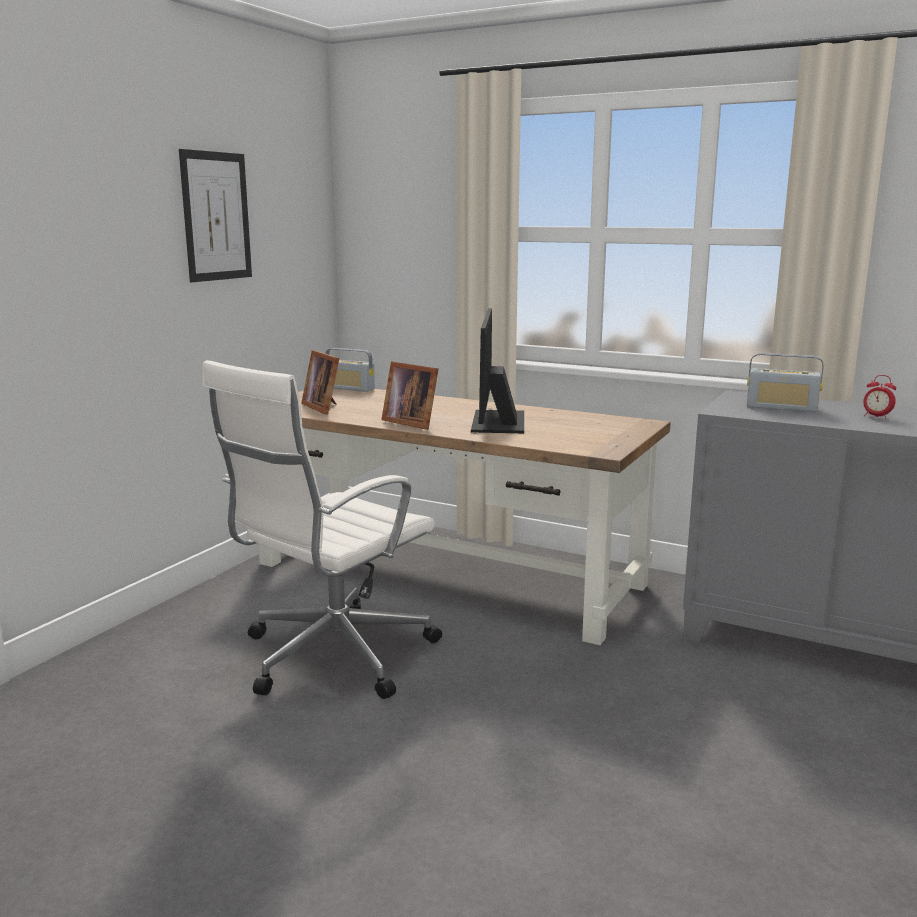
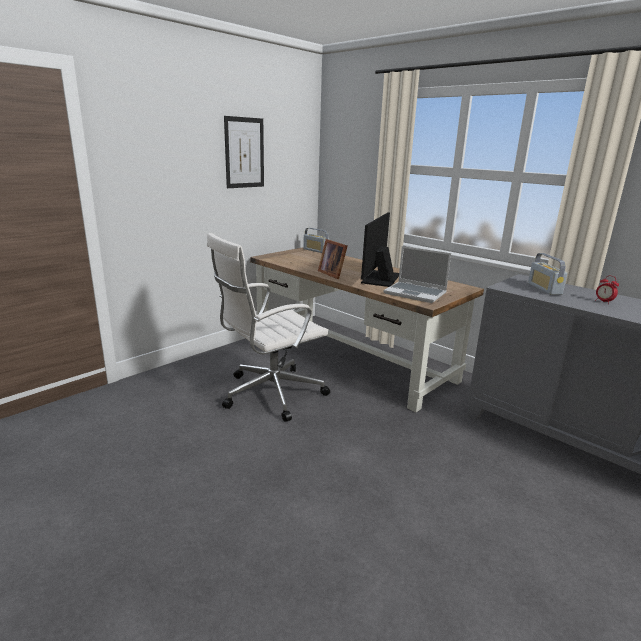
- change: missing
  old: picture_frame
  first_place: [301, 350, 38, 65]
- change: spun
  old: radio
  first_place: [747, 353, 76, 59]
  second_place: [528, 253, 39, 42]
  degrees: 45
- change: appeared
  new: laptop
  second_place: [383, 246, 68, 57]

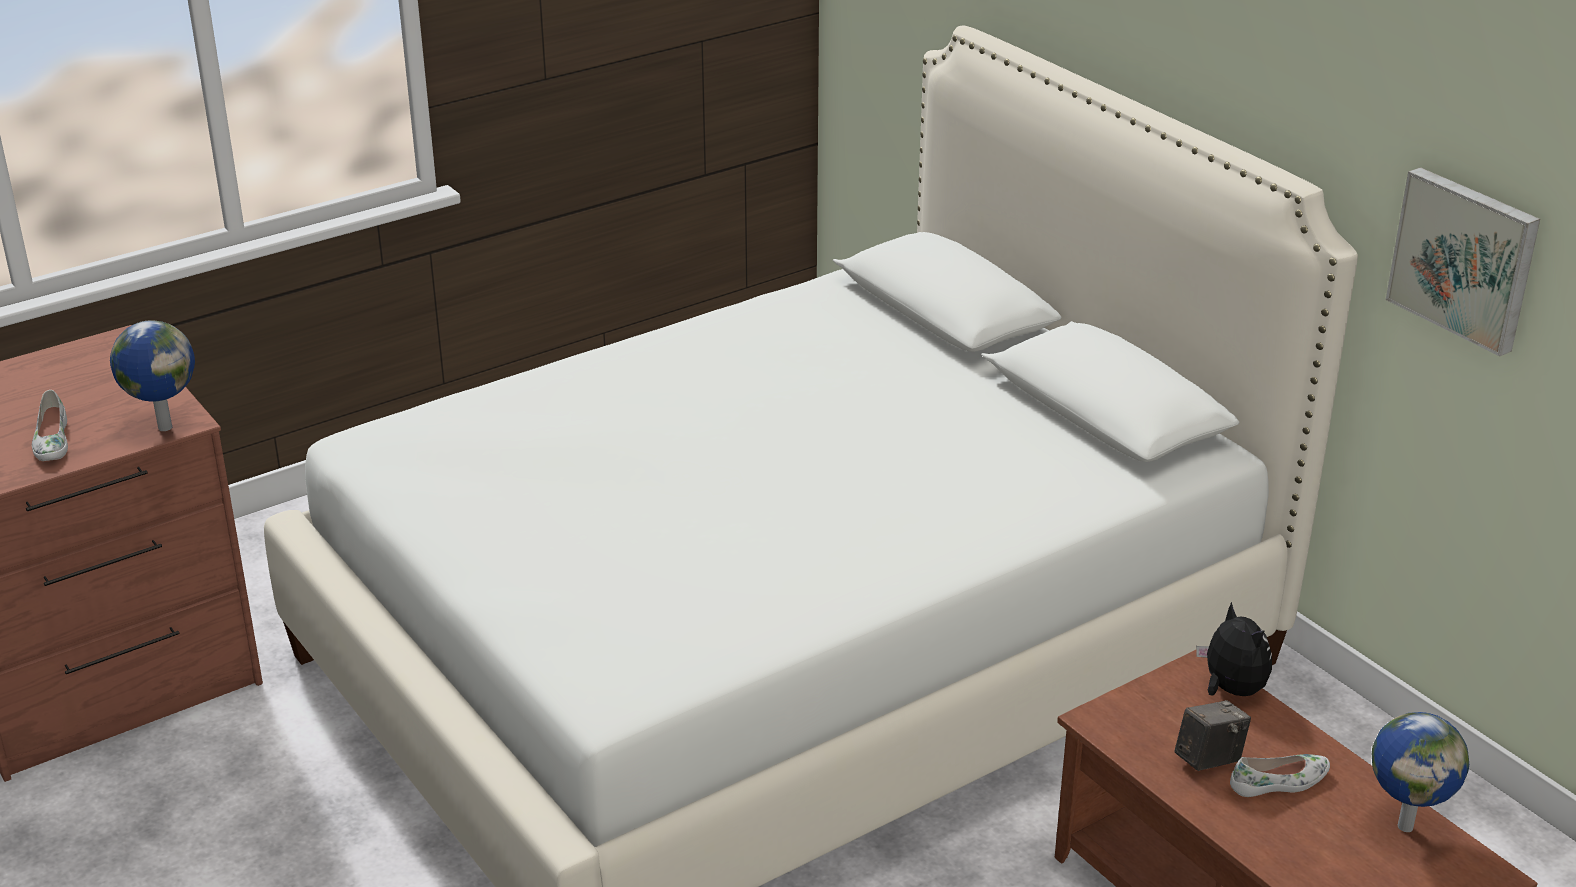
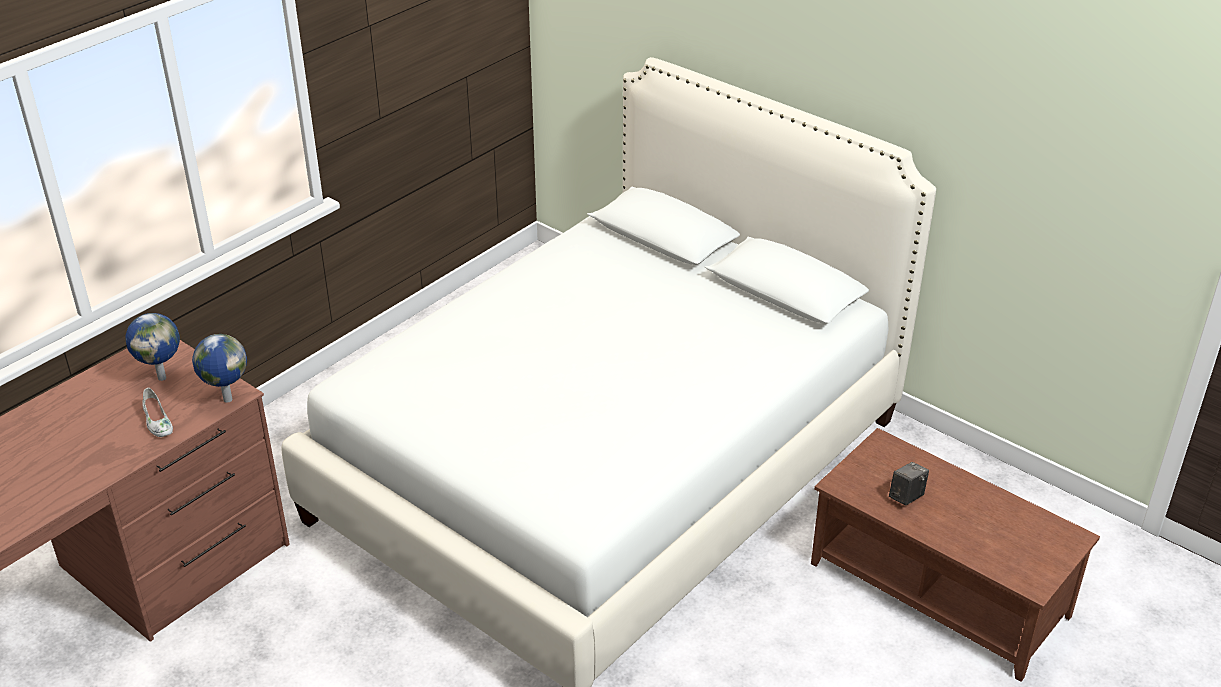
- change: missing
  old: plush_toy
  first_place: [1196, 602, 76, 94]
- change: missing
  old: white_shoe
  first_place: [1230, 754, 100, 43]
- change: relocated
  old: globe
  first_place: [1372, 712, 97, 120]
  second_place: [125, 313, 55, 68]
- change: missing
  old: picture
  first_place: [1386, 167, 154, 189]

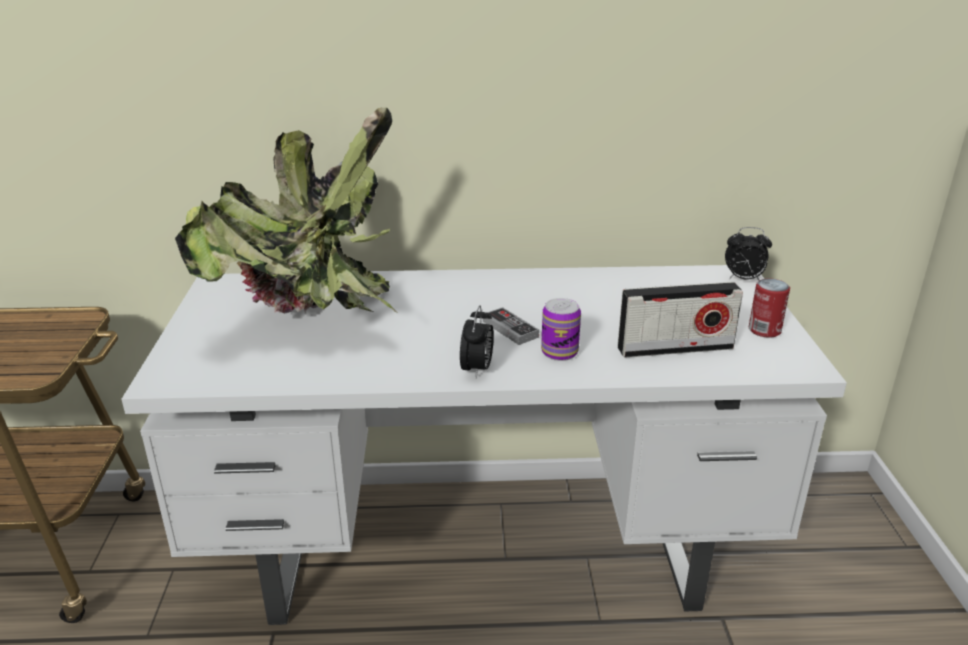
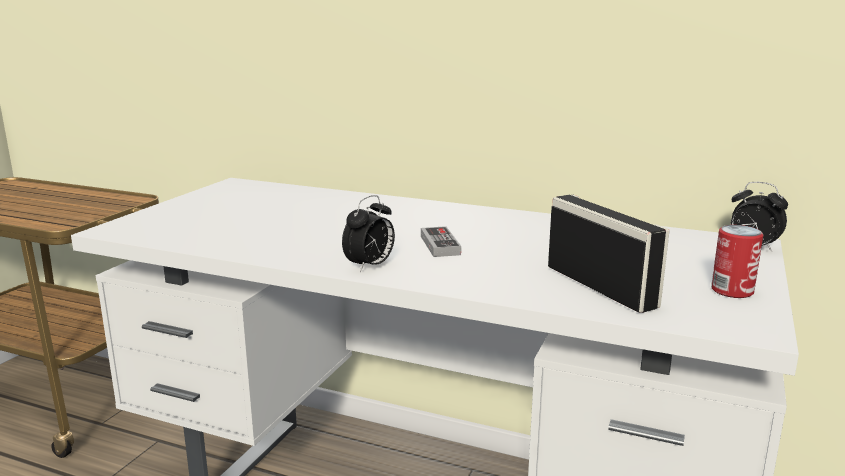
- change: missing
  old: potted_plant
  first_place: [175, 108, 224, 206]
- change: missing
  old: can
  first_place: [541, 298, 40, 63]
- change: spun
  old: radio
  first_place: [618, 282, 125, 76]
  second_place: [548, 195, 122, 118]
  degrees: -135

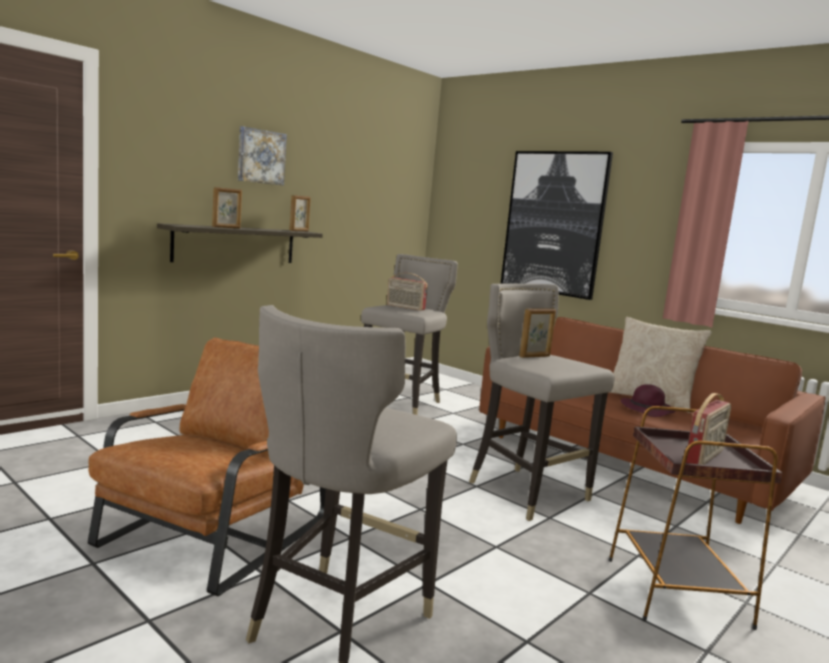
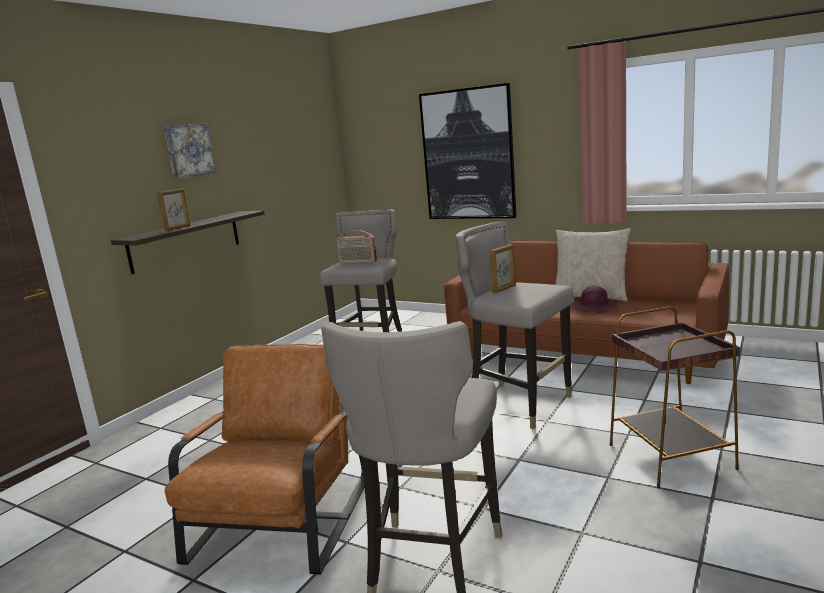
- change: missing
  old: picture_frame
  first_place: [289, 195, 22, 36]
- change: missing
  old: radio
  first_place: [686, 393, 45, 72]

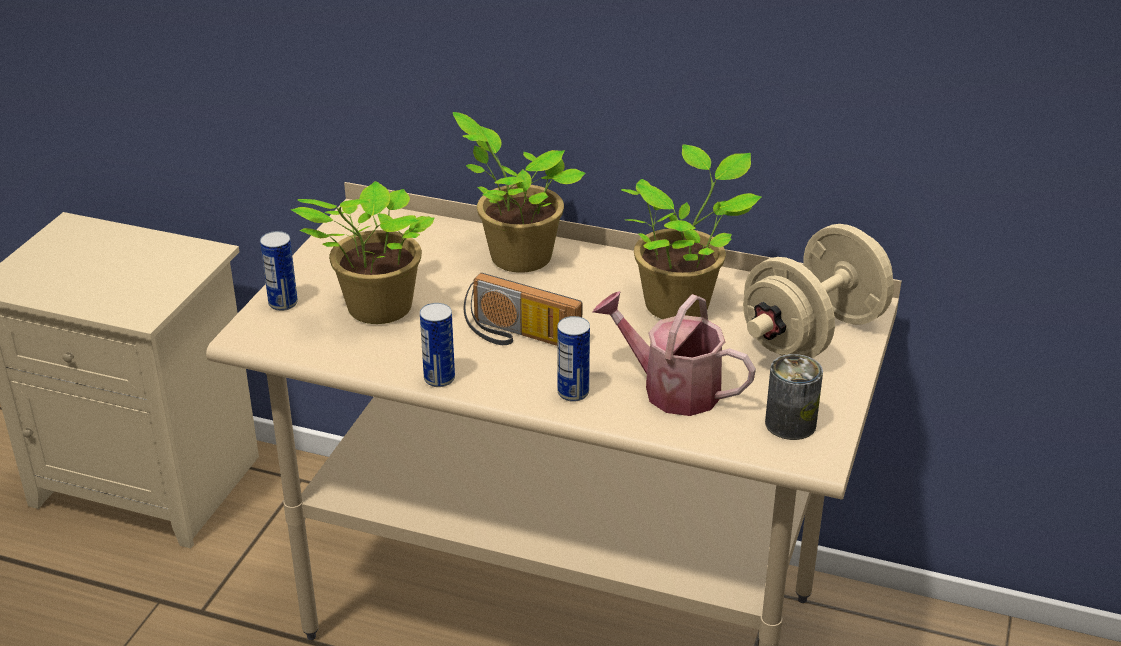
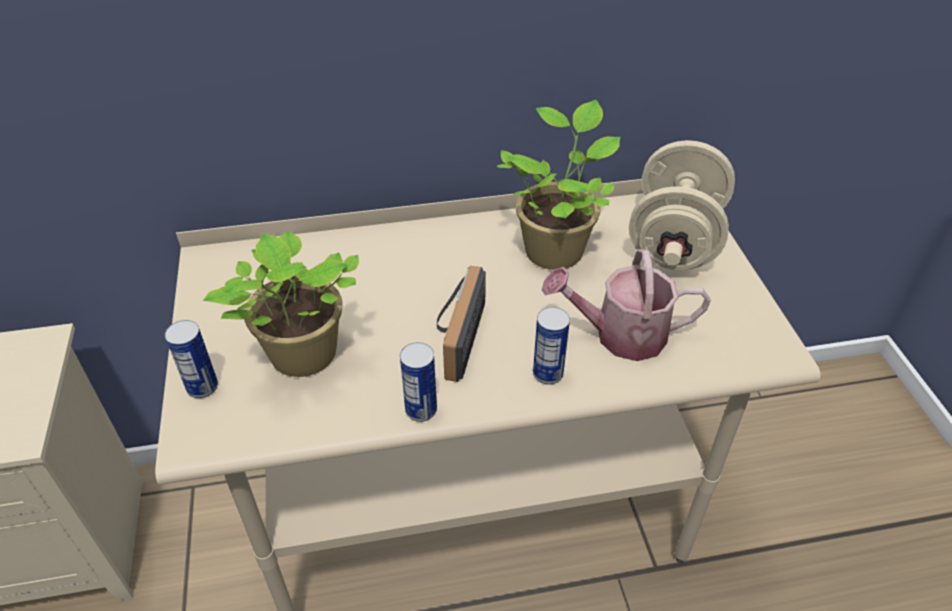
- change: missing
  old: potted_plant
  first_place: [453, 112, 132, 161]
- change: spun
  old: radio
  first_place: [464, 273, 118, 73]
  second_place: [437, 266, 49, 116]
  degrees: 105
- change: missing
  old: can
  first_place: [765, 354, 58, 86]

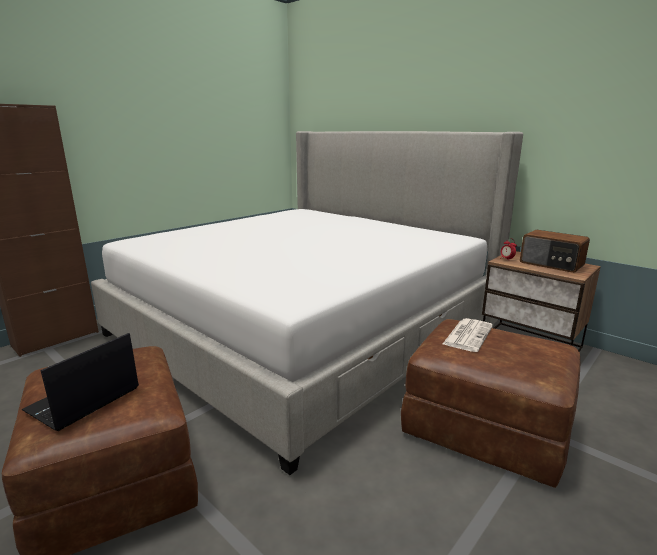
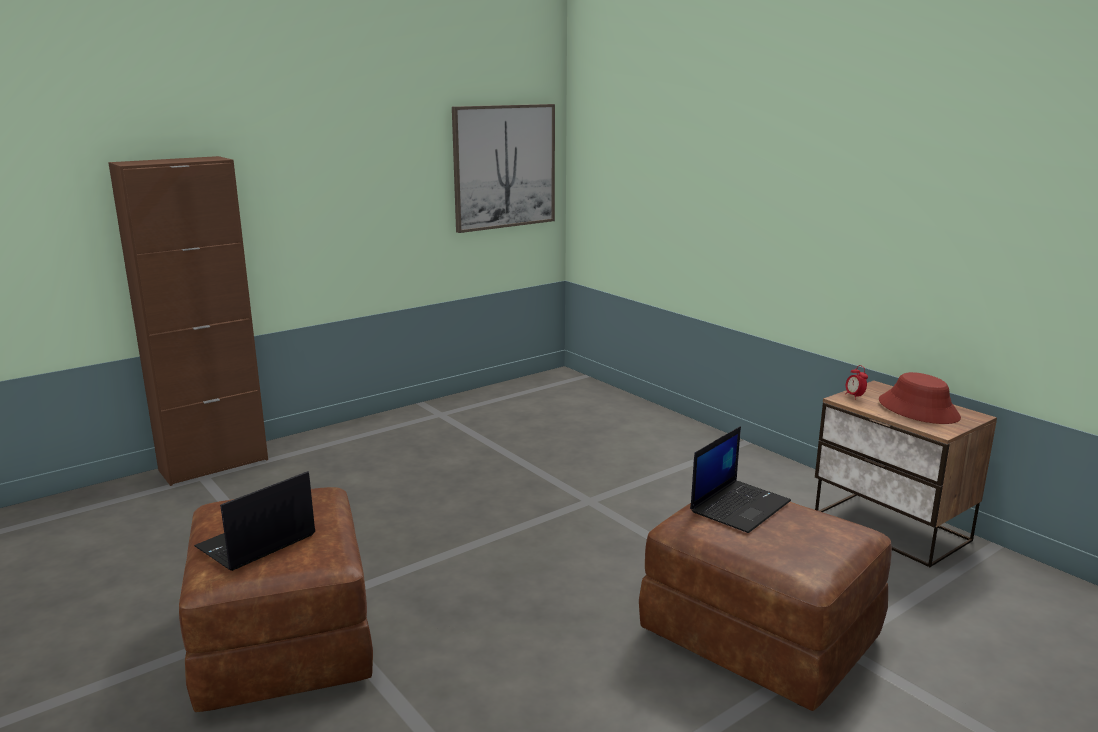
- change: missing
  old: bed
  first_place: [91, 131, 432, 344]
- change: exchanged
  old: newspaper
  new: laptop
  first_place: [443, 318, 50, 34]
  second_place: [690, 426, 101, 107]
- change: exchanged
  old: radio
  new: red_hat
  first_place: [520, 230, 70, 43]
  second_place: [879, 372, 82, 52]
- change: appeared
  new: picture
  second_place: [452, 104, 103, 129]

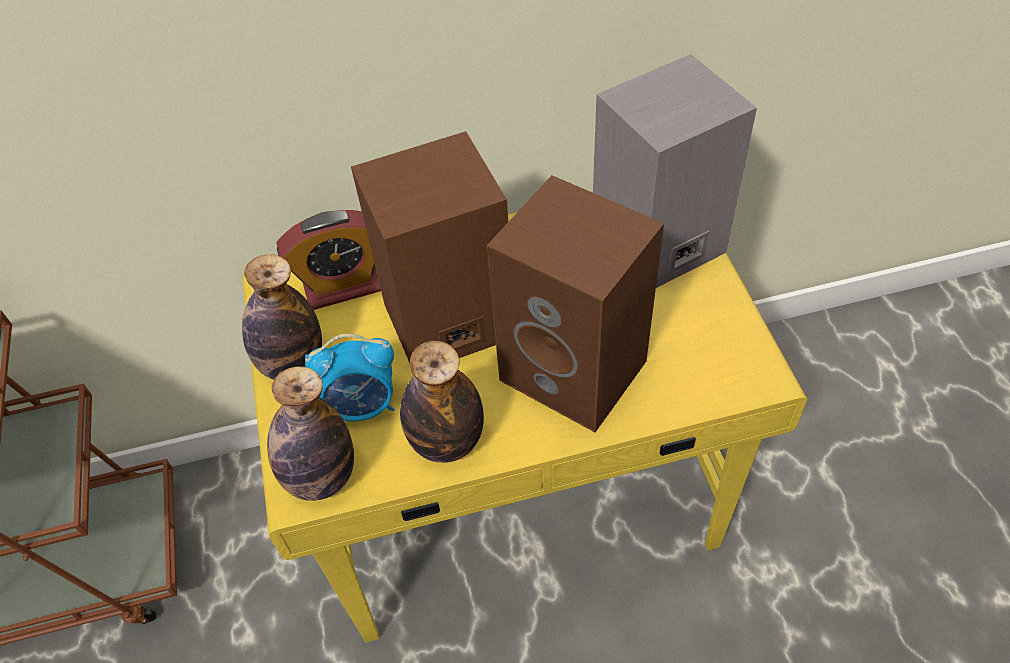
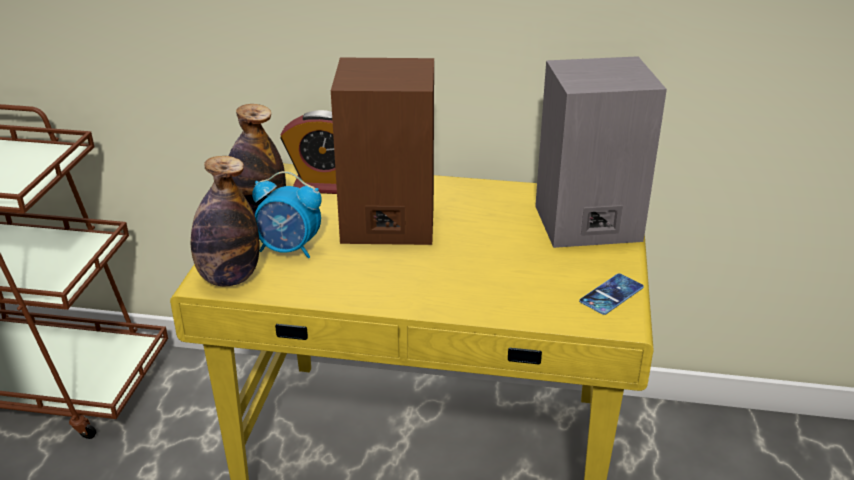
- change: missing
  old: bottle
  first_place: [400, 341, 84, 122]
- change: missing
  old: brown_speaker
  first_place: [487, 175, 177, 257]
- change: appeared
  new: phone
  second_place: [579, 273, 65, 42]

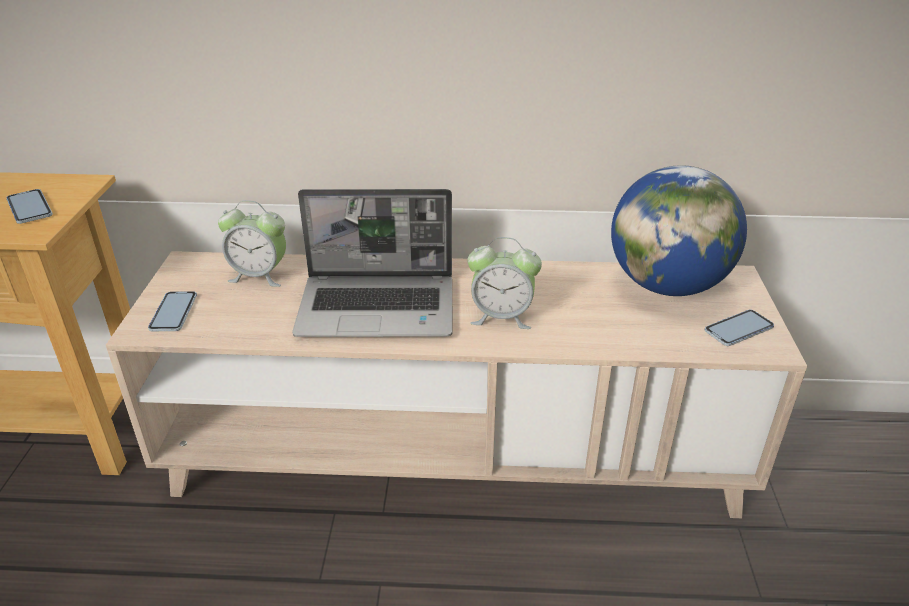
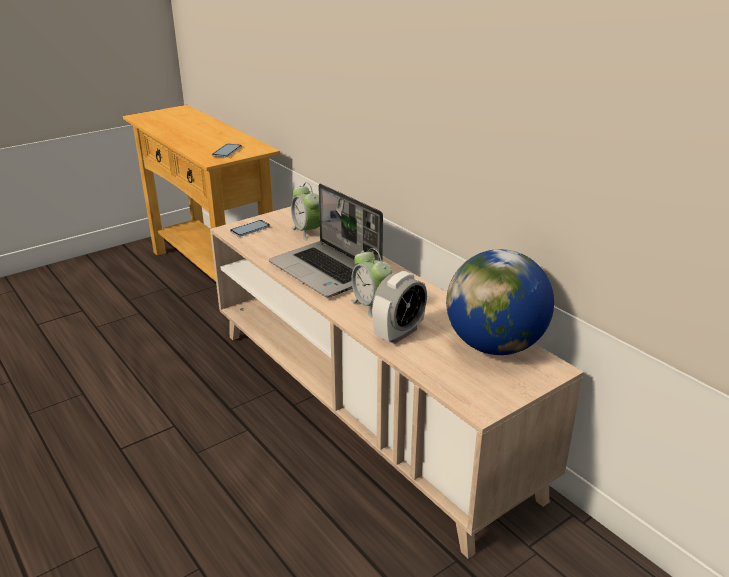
- change: missing
  old: phone
  first_place: [705, 310, 69, 36]
- change: appeared
  new: alarm_clock
  second_place: [372, 271, 55, 73]

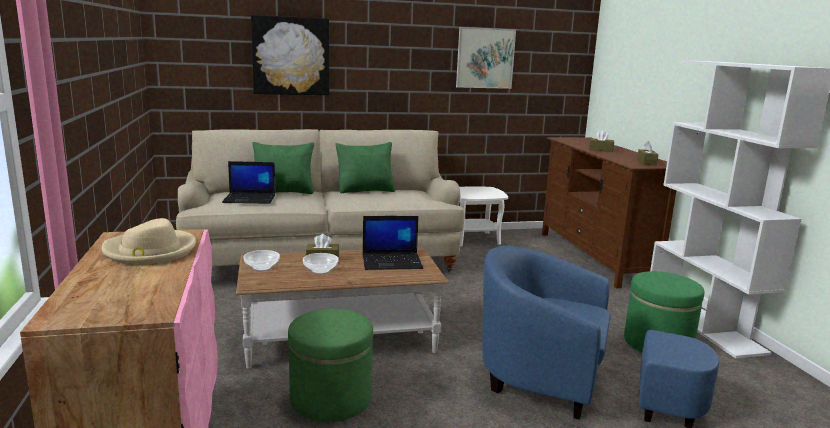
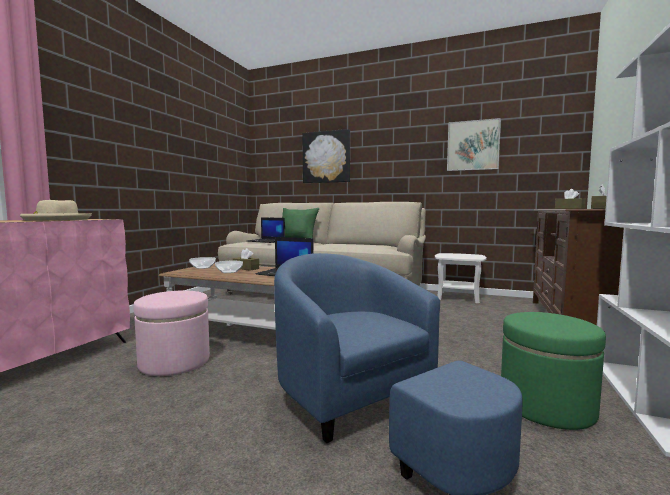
- change: colour
  old: green_ottoman
  new: pink_ottoman
  first_place: [288, 309, 85, 113]
  second_place: [133, 291, 77, 85]
- change: missing
  old: green_pillow
  first_place: [335, 142, 61, 51]

